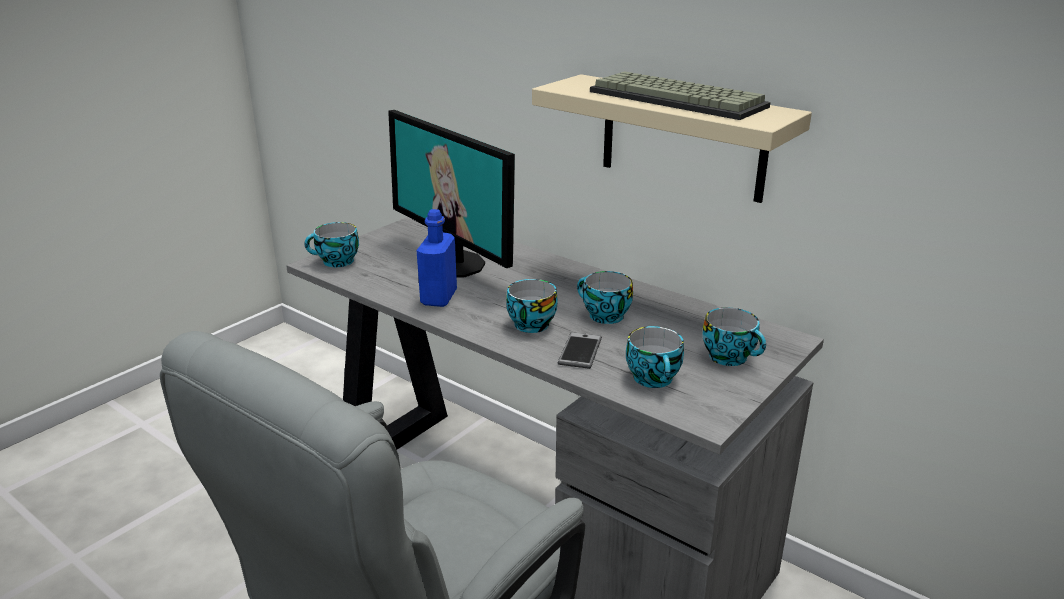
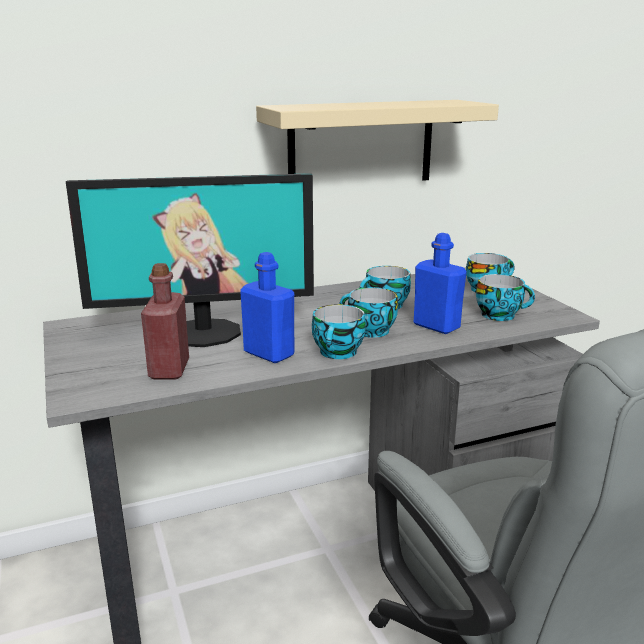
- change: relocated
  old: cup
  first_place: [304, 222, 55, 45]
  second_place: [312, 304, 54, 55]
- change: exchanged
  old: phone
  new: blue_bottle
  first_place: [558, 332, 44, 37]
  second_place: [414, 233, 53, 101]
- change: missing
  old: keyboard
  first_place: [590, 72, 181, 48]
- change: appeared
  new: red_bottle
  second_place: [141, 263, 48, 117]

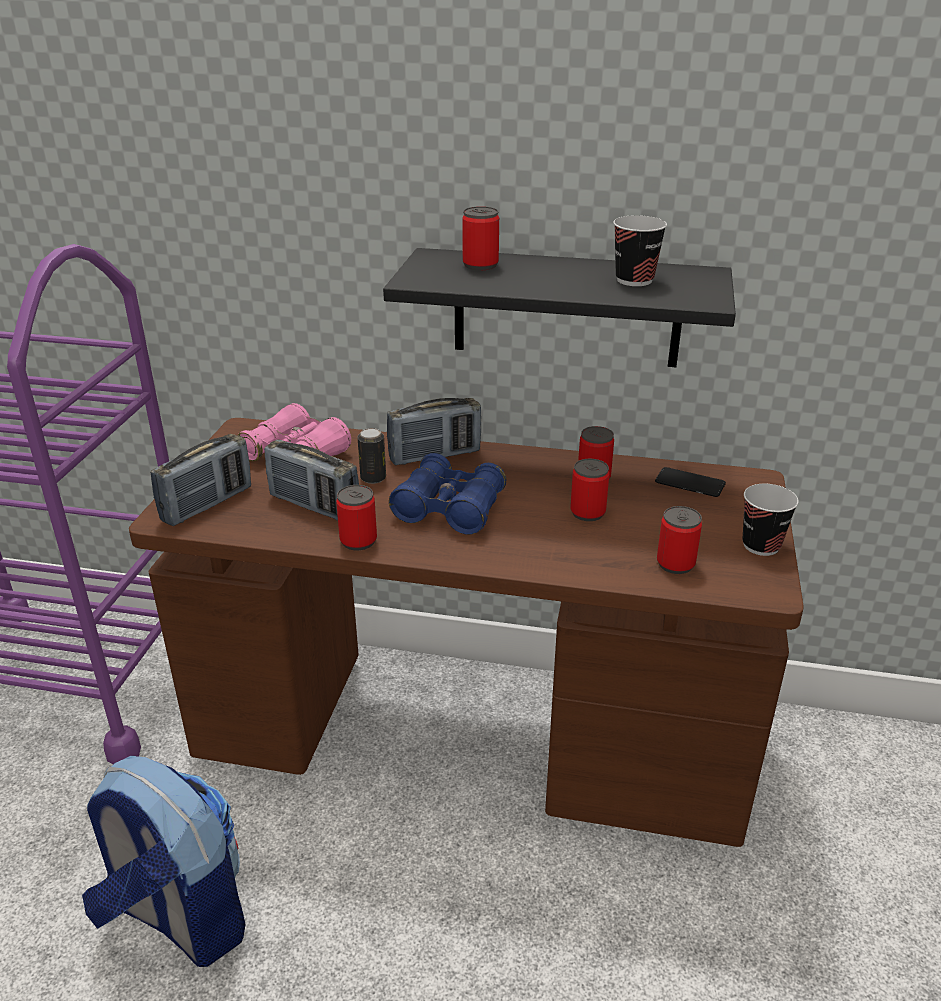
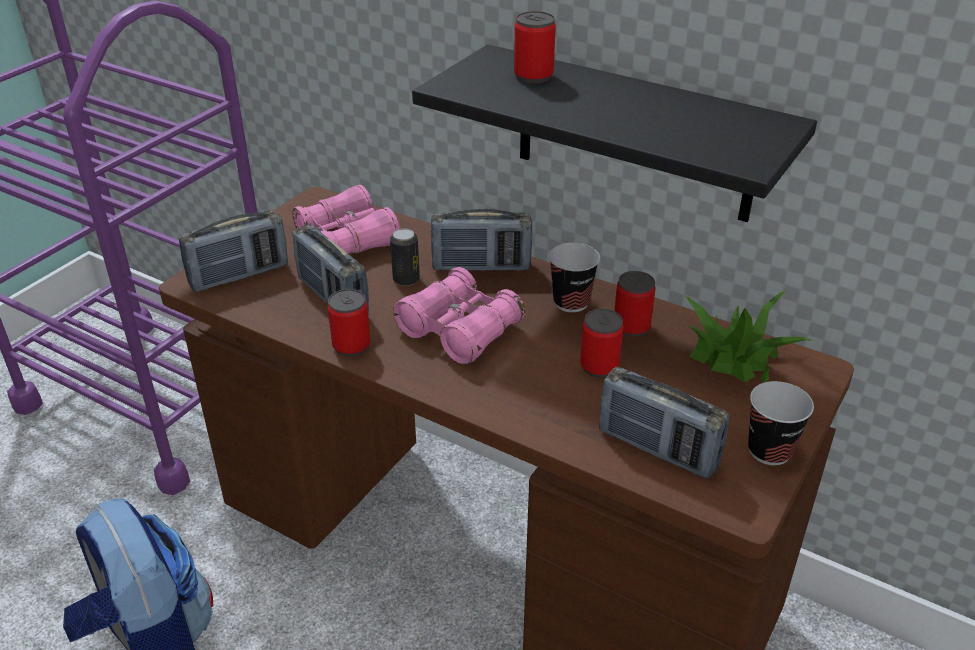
- change: colour
  old: blue_binoculars
  new: pink_binoculars
  first_place: [389, 453, 117, 82]
  second_place: [393, 267, 132, 97]
- change: relocated
  old: cup
  first_place: [613, 215, 54, 71]
  second_place: [549, 243, 51, 69]
- change: exchanged
  old: phone
  new: potted_plant
  first_place: [655, 467, 71, 30]
  second_place: [683, 290, 131, 92]
- change: exchanged
  old: can
  new: radio
  first_place: [657, 506, 45, 68]
  second_place: [599, 367, 131, 112]

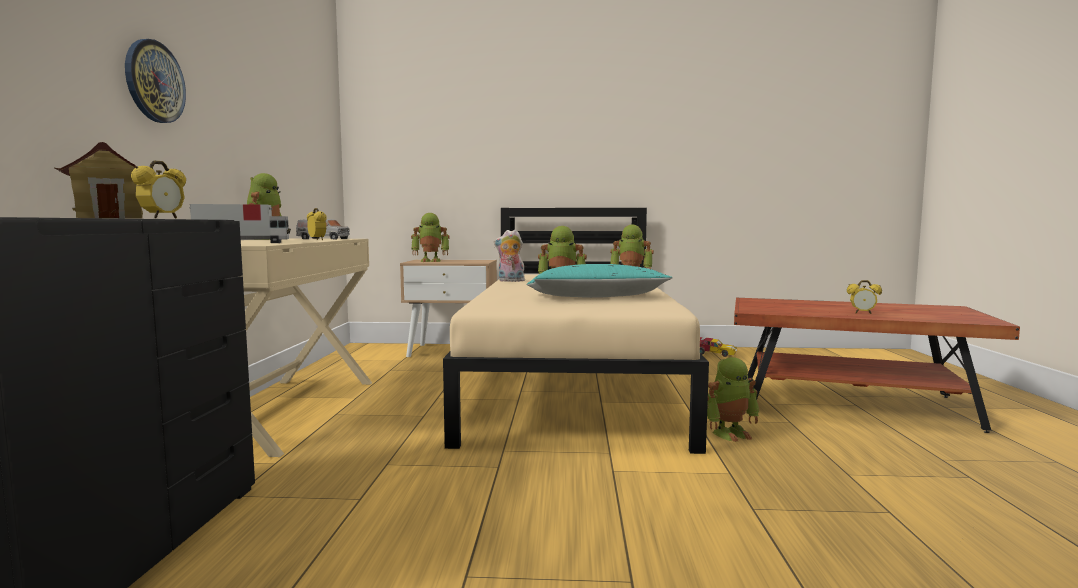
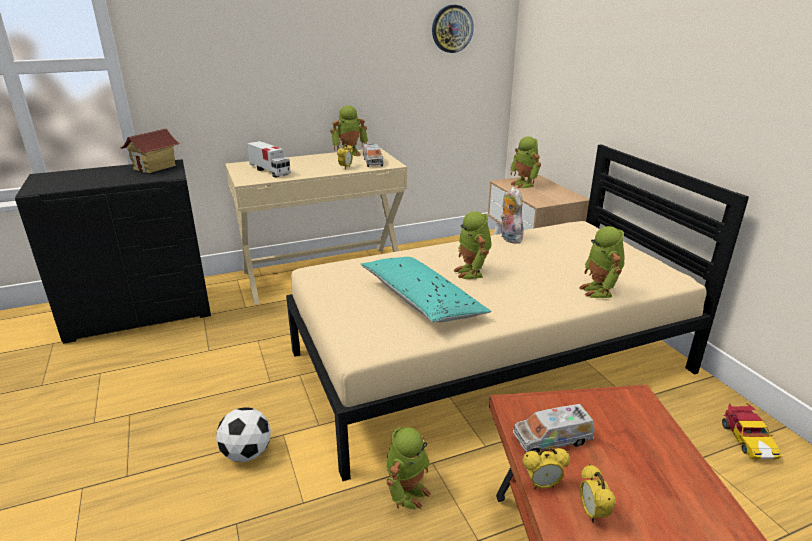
- change: relocated
  old: wall_clock
  first_place: [125, 39, 61, 84]
  second_place: [432, 5, 42, 48]
- change: relocated
  old: alarm_clock
  first_place: [131, 161, 55, 57]
  second_place: [523, 447, 47, 42]
- change: spun
  old: toy_robot
  first_place: [707, 357, 53, 85]
  second_place: [386, 427, 45, 83]
  degrees: -105
- change: appeared
  new: football
  second_place: [216, 407, 55, 55]
- change: appeared
  new: toy_truck
  second_place: [513, 404, 82, 49]

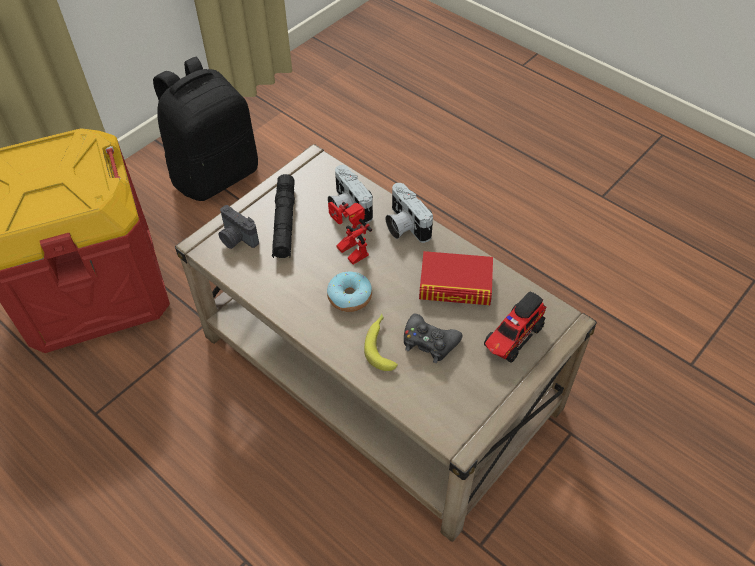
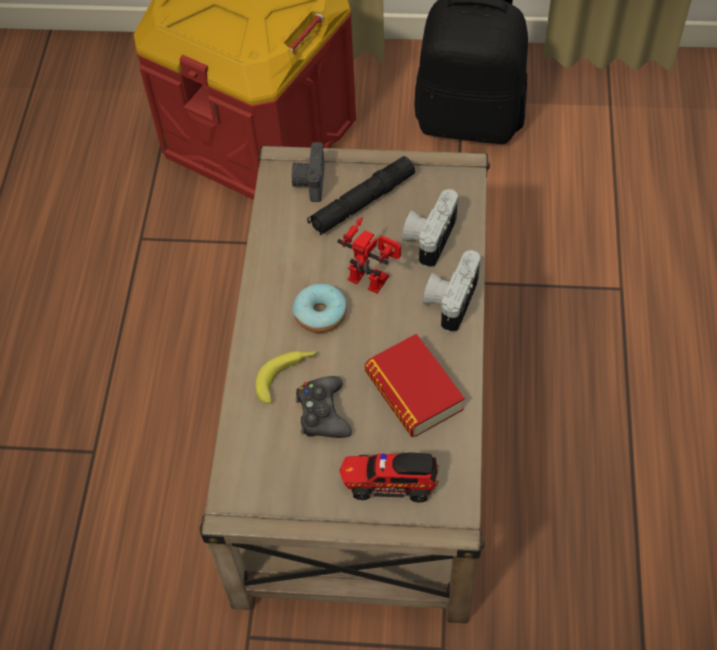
- change: spun
  old: toy_robot
  first_place: [328, 202, 44, 63]
  second_place: [337, 217, 64, 77]
  degrees: 105

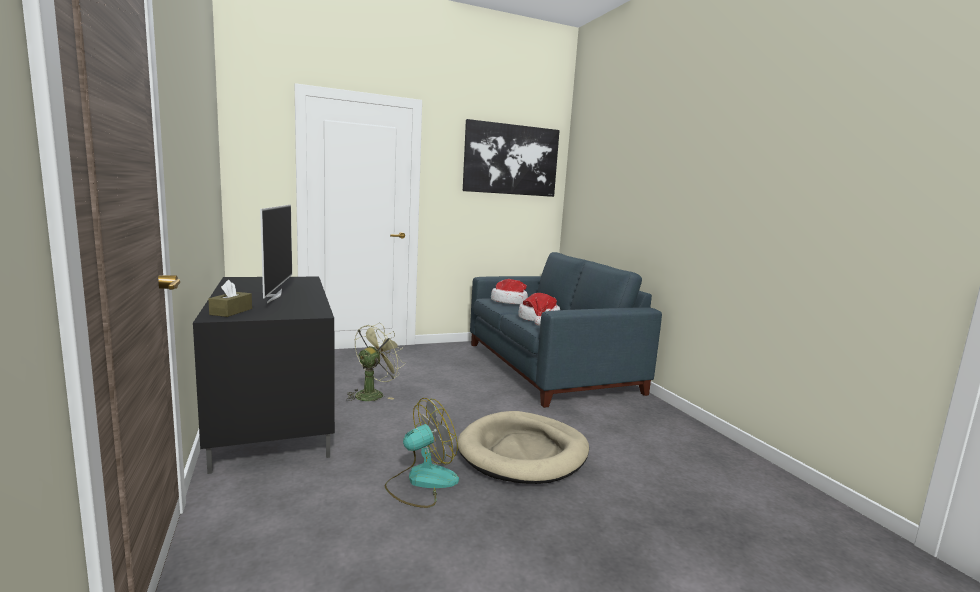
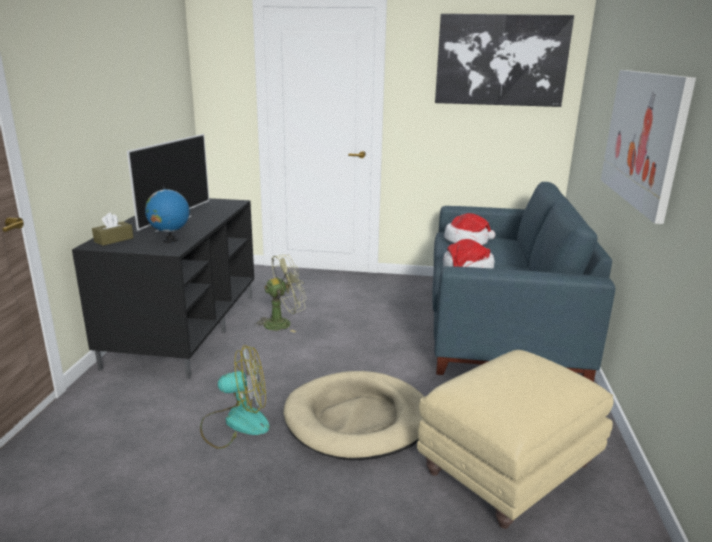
- change: appeared
  new: globe
  second_place: [145, 186, 45, 57]
- change: appeared
  new: beige_ottoman
  second_place: [417, 350, 197, 179]
- change: appeared
  new: picture
  second_place: [601, 70, 95, 154]

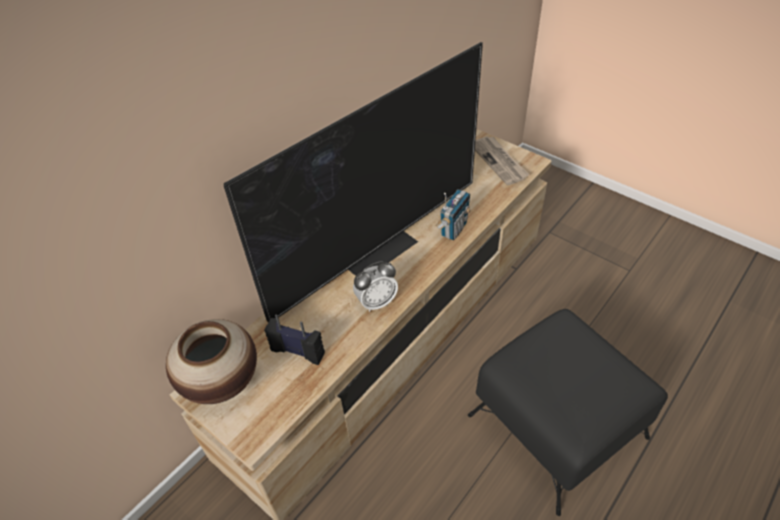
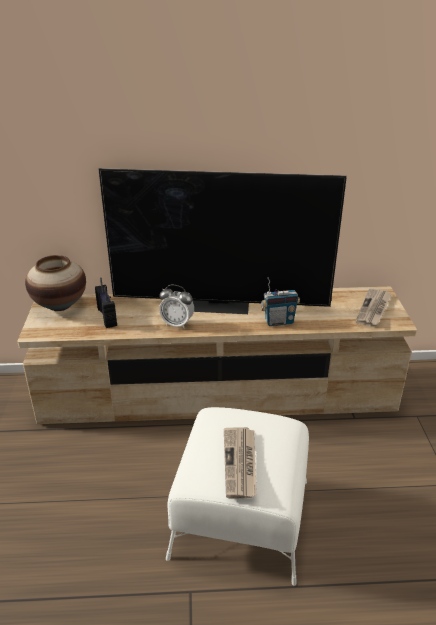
- change: colour
  old: black_ottoman
  new: white_ottoman
  first_place: [468, 309, 200, 207]
  second_place: [166, 407, 143, 179]
- change: appeared
  new: newspaper
  second_place: [224, 427, 33, 71]

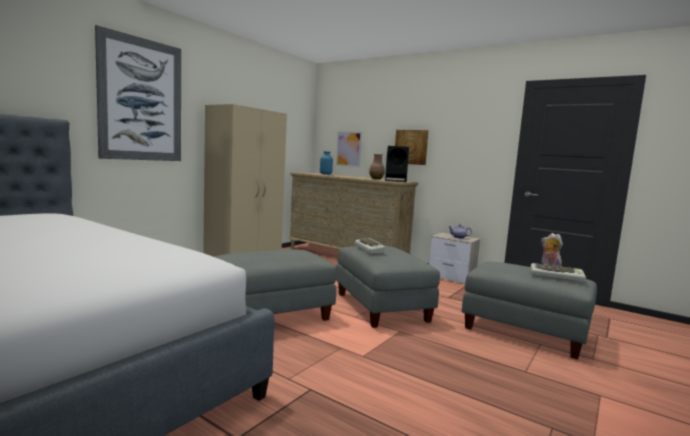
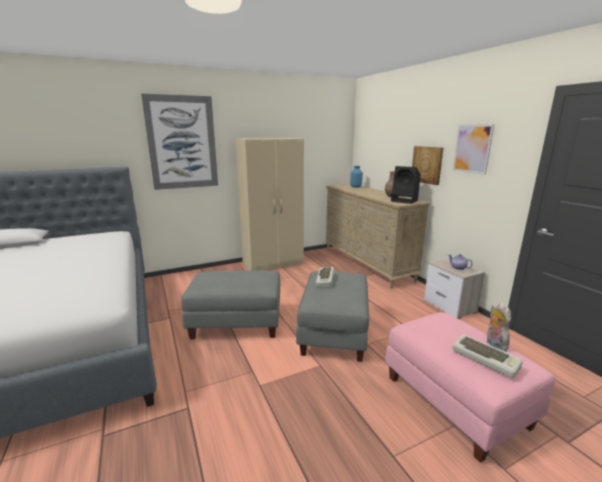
- change: relocated
  old: picture
  first_place: [336, 131, 26, 36]
  second_place: [452, 124, 42, 51]
- change: colour
  old: grey_ottoman
  new: pink_ottoman
  first_place: [462, 262, 135, 98]
  second_place: [385, 312, 170, 151]

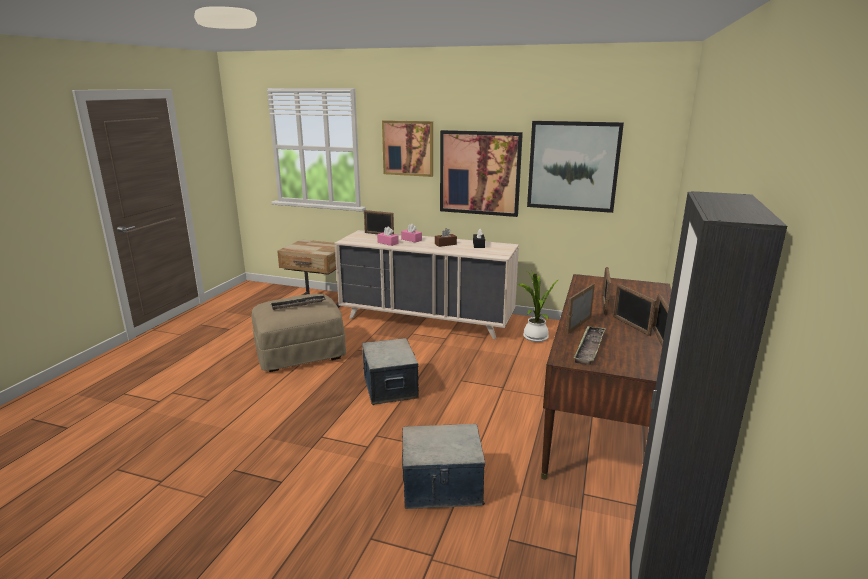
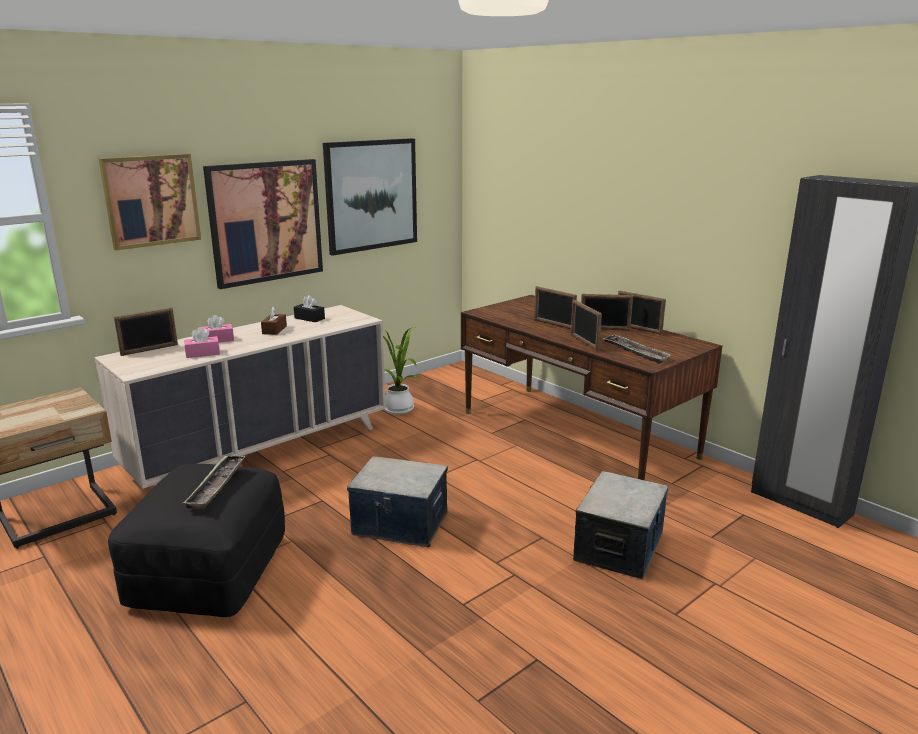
- change: colour
  old: beige_ottoman
  new: black_ottoman
  first_place: [251, 294, 95, 78]
  second_place: [108, 464, 177, 153]

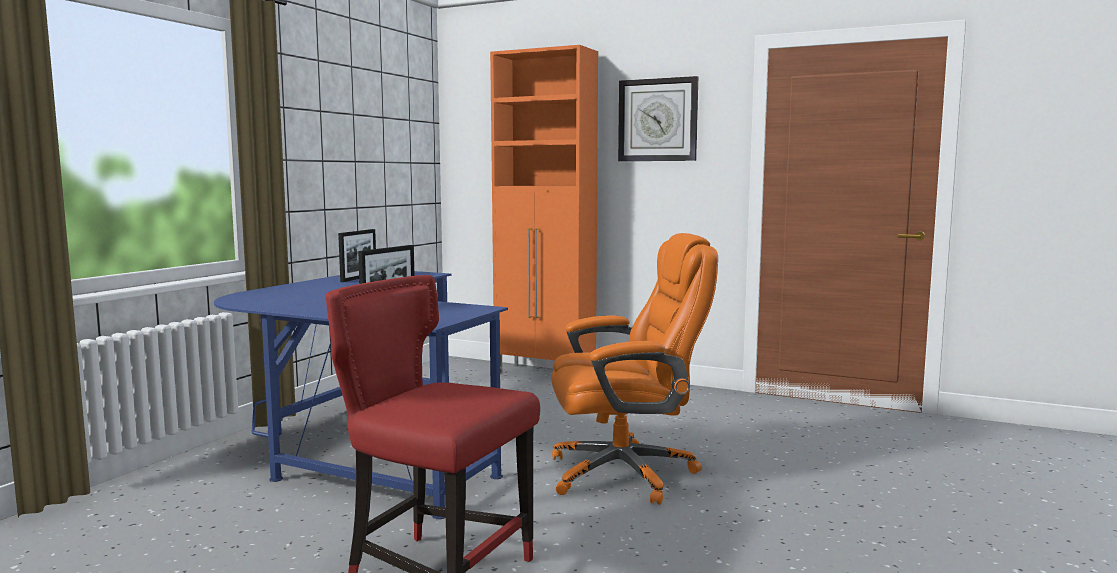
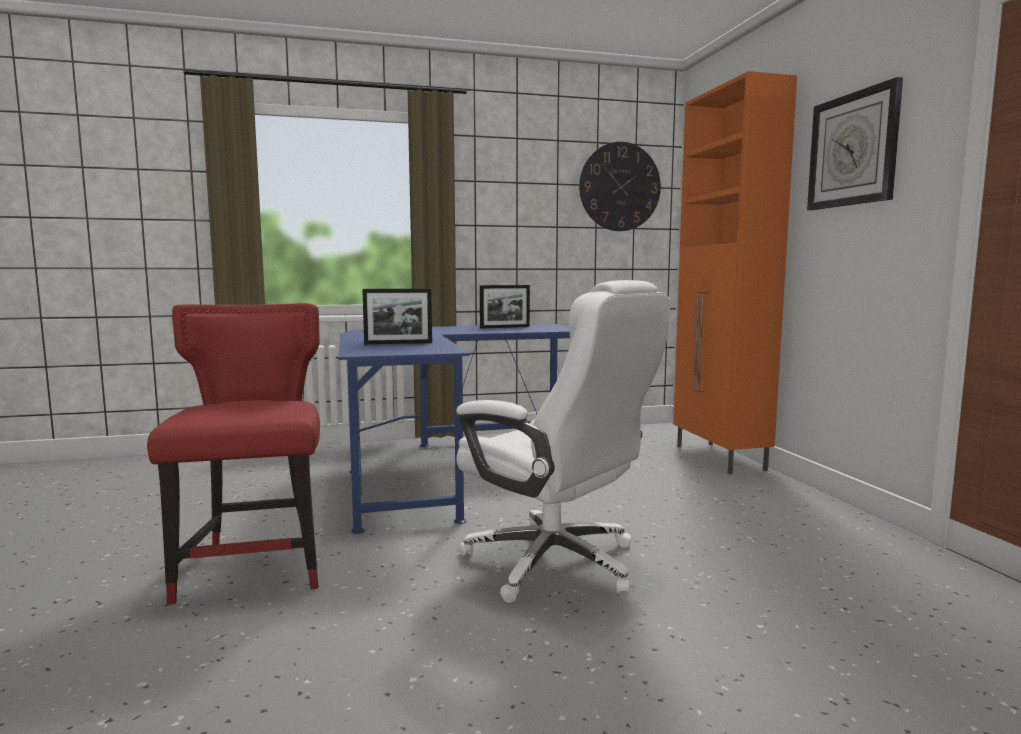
- change: colour
  old: orange_office_chair
  new: white_office_chair
  first_place: [552, 233, 166, 272]
  second_place: [456, 280, 214, 323]
- change: appeared
  new: wall_clock
  second_place: [579, 142, 82, 89]

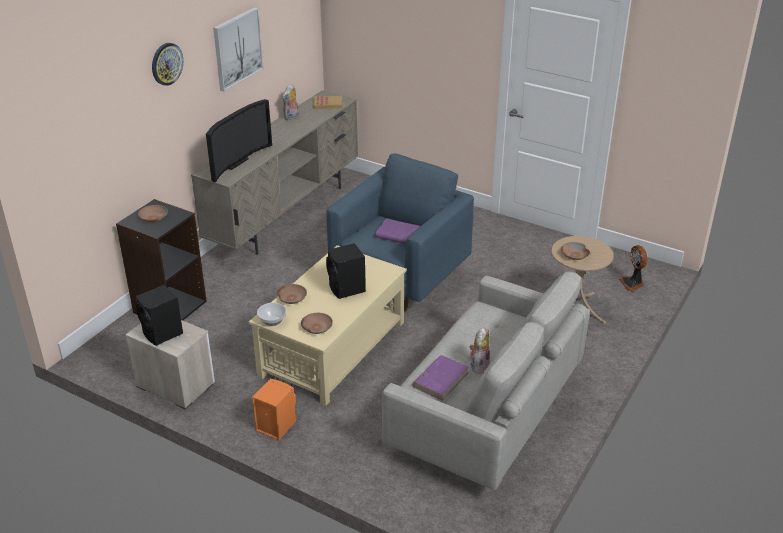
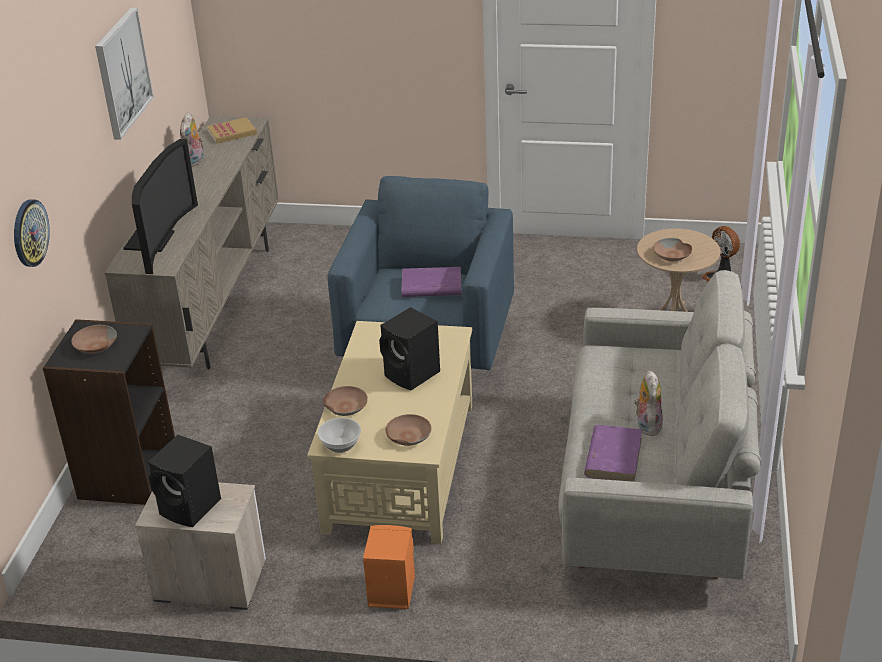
- change: relocated
  old: wall_clock
  first_place: [152, 43, 31, 43]
  second_place: [14, 199, 36, 68]

